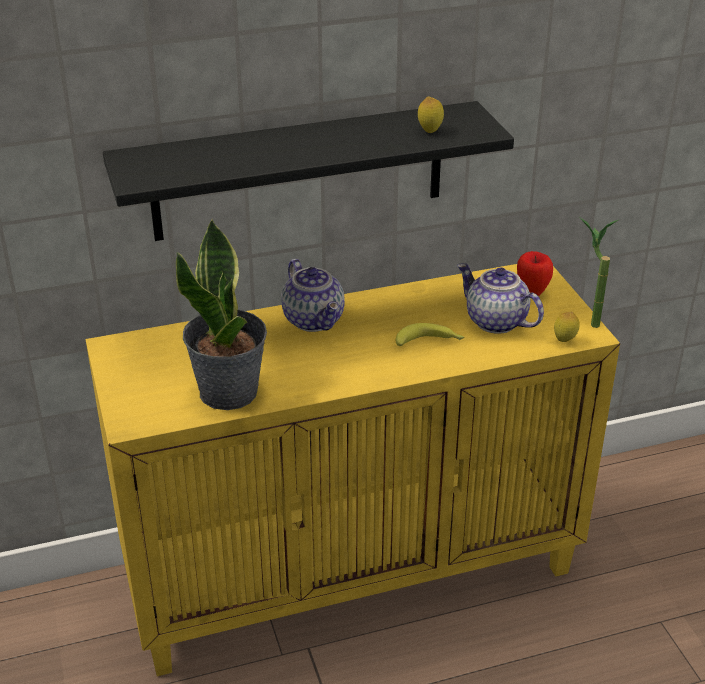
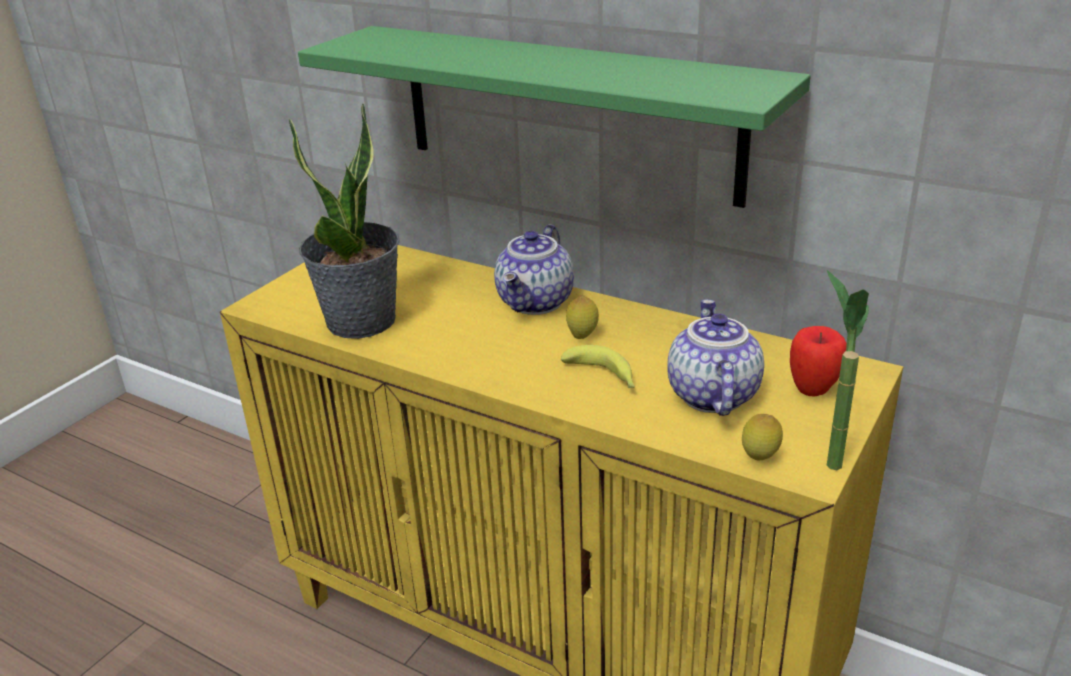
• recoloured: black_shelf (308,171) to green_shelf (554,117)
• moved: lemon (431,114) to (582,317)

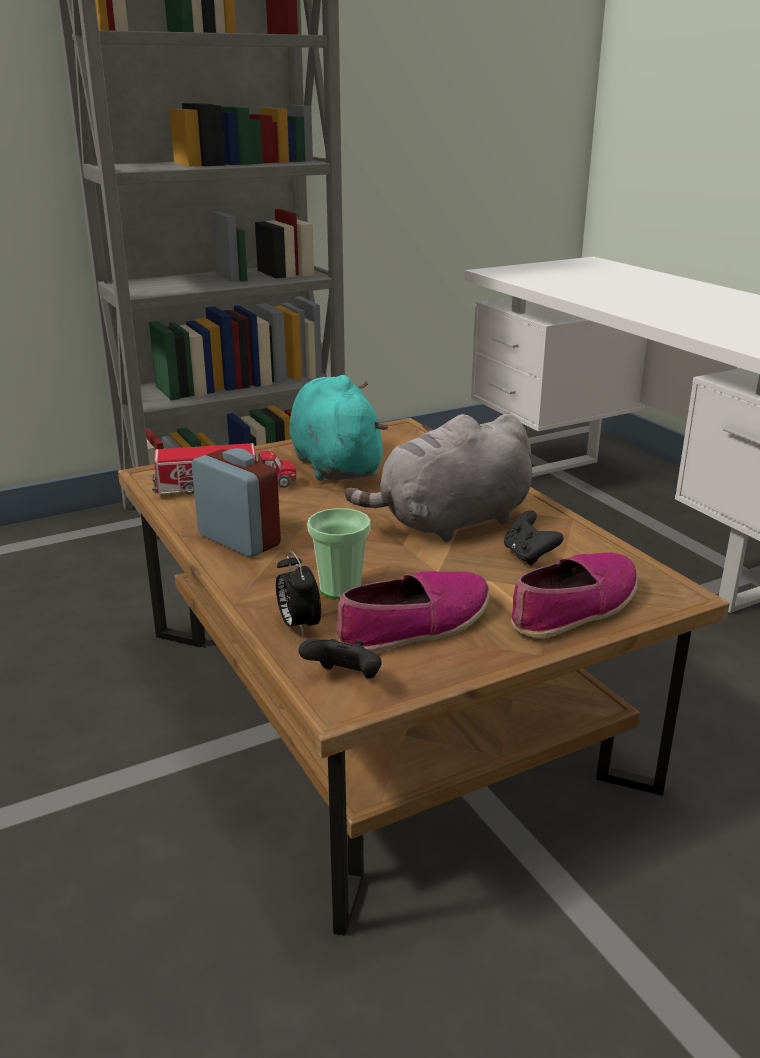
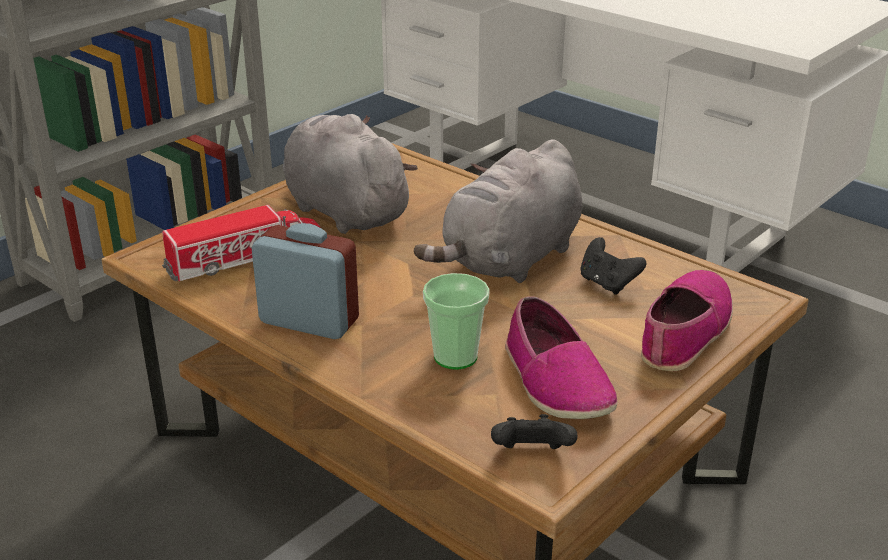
• recoloured: turquoise_plush_toy (338,428) to grey_plush_toy (350,174)
• turned: shoe (412,612) = (561,357) 120 degrees clockwise
• removed: alarm_clock (298,593)

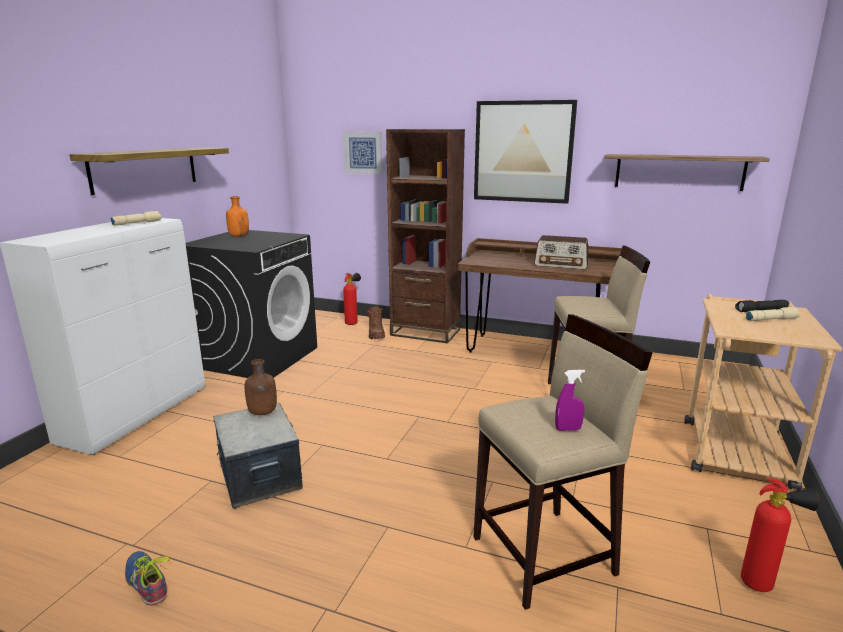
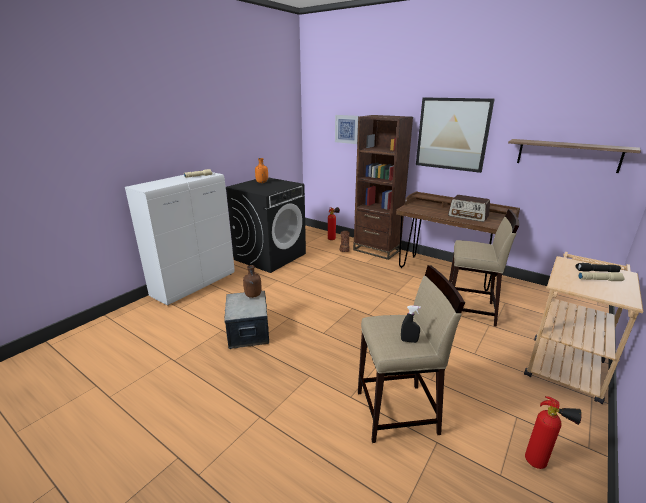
• recoloured: purple_spray_bottle (570,400) to black_spray_bottle (411,324)
• removed: shelf (149,171)
• removed: shoe (147,578)

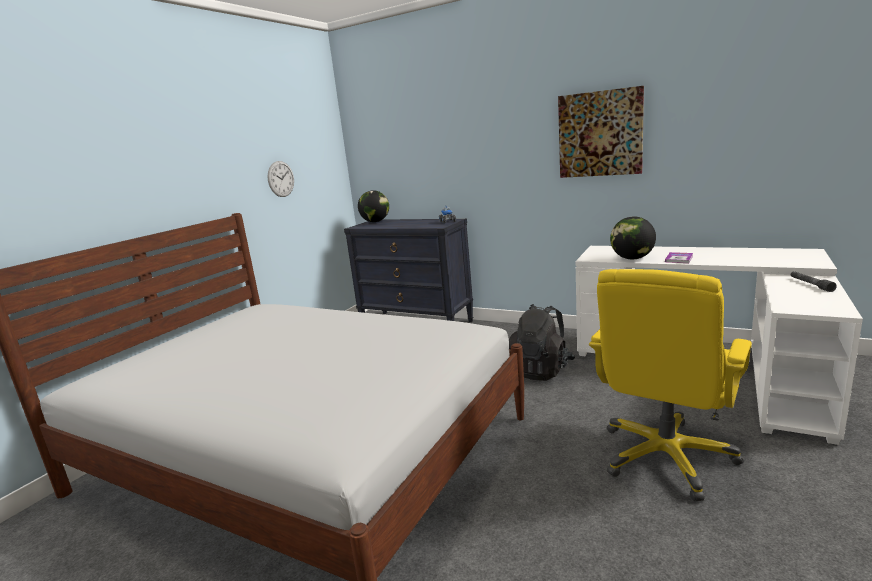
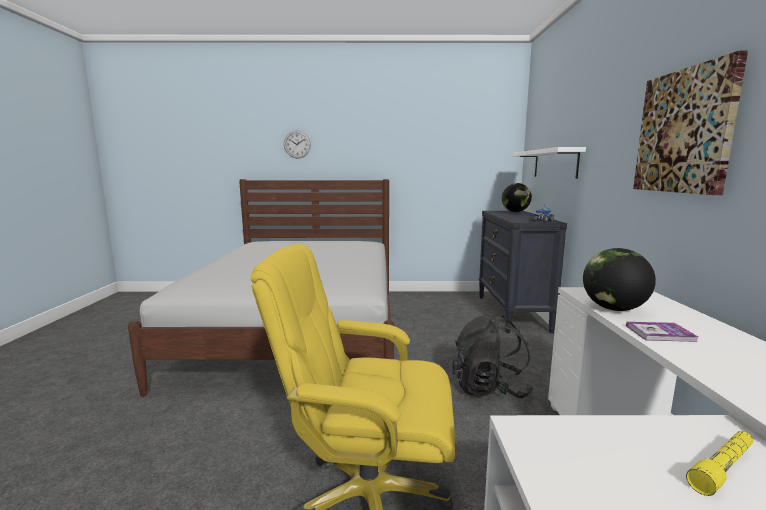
• moved: wall_clock (280,179) to (297,144)
• added: white_shelf (549,163)
• recoloured: grey_flashlight (814,281) to yellow_flashlight (719,463)

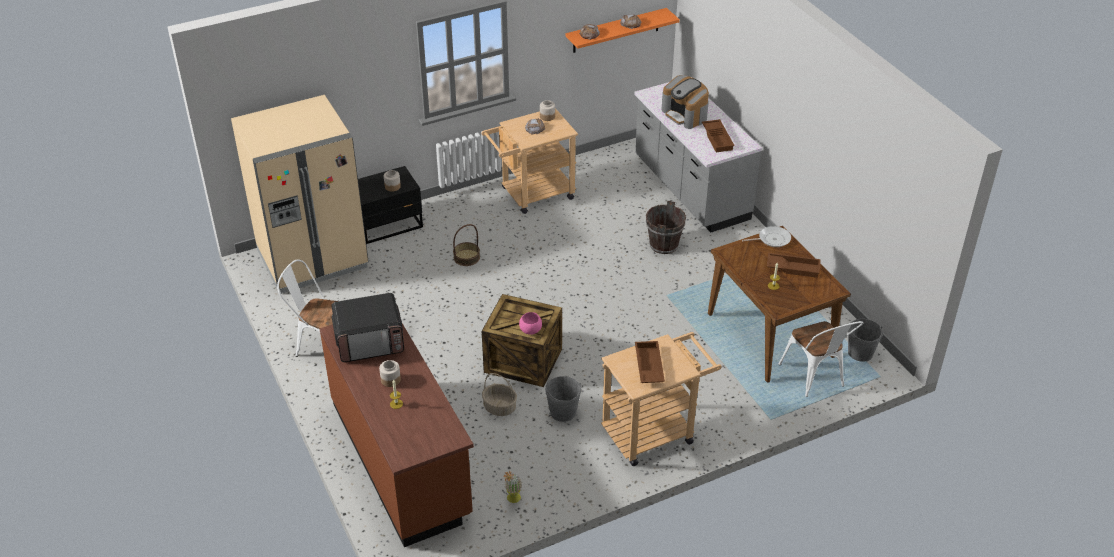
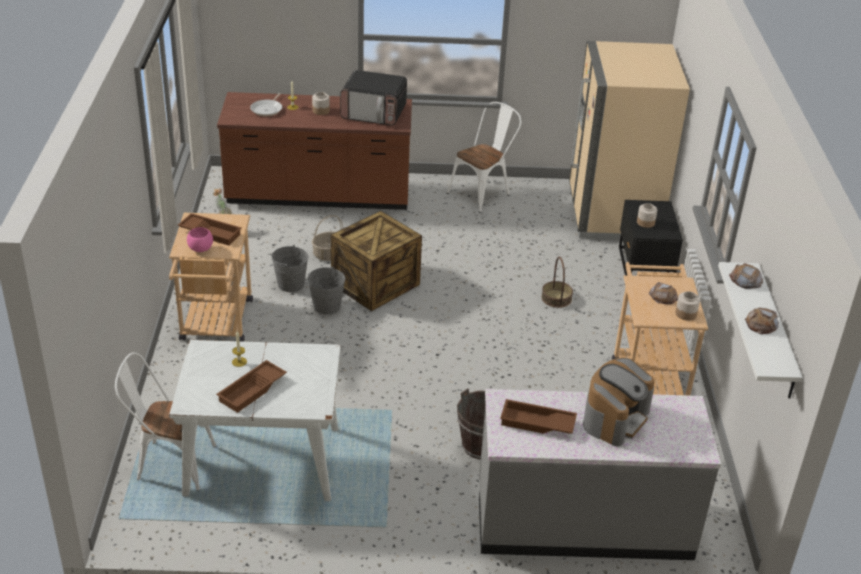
• recoloured: brown_dining_table (779,304) to white_dining_table (255,420)
• moved: pink_bowl (530,323) to (200,239)
• moved: frying_pan (766,236) to (266,104)
• moved: grey_bucket (865,340) to (326,290)
• turned: microwave (367,327) = (373,98) 90 degrees counterclockwise
• turned: coffee_machine (685,102) = (619,401) 135 degrees clockwise
• recoloured: orange_shelf (622,30) to white_shelf (760,330)

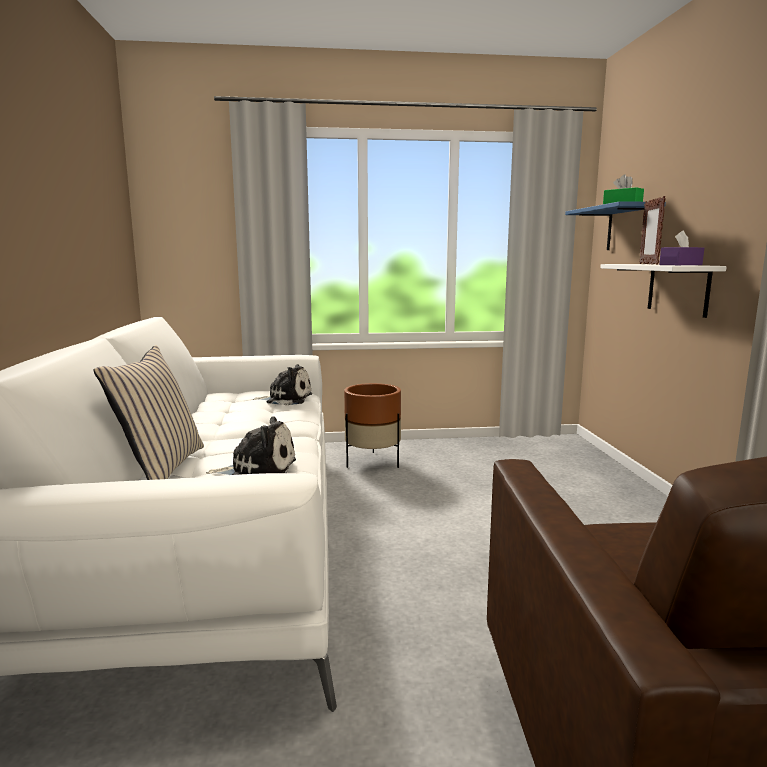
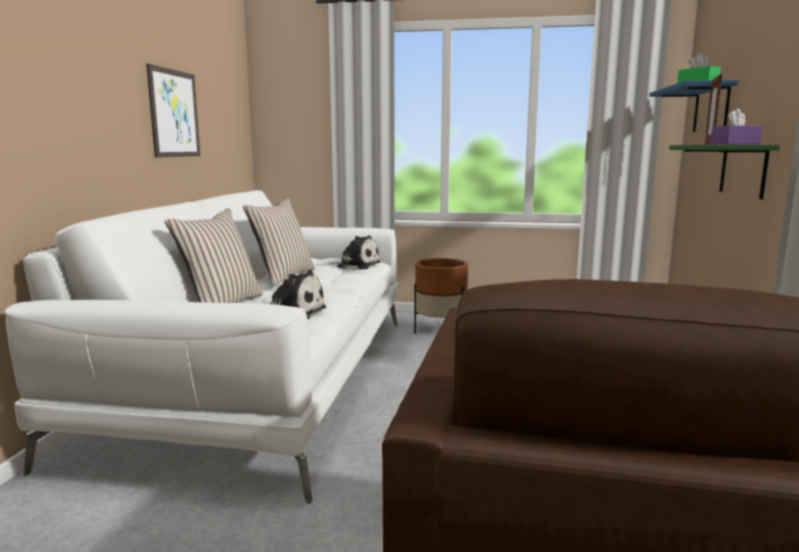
• added: picture (173,110)
• added: beige_pillow (279,242)
• recoloured: white_shelf (663,291) to green_shelf (724,172)

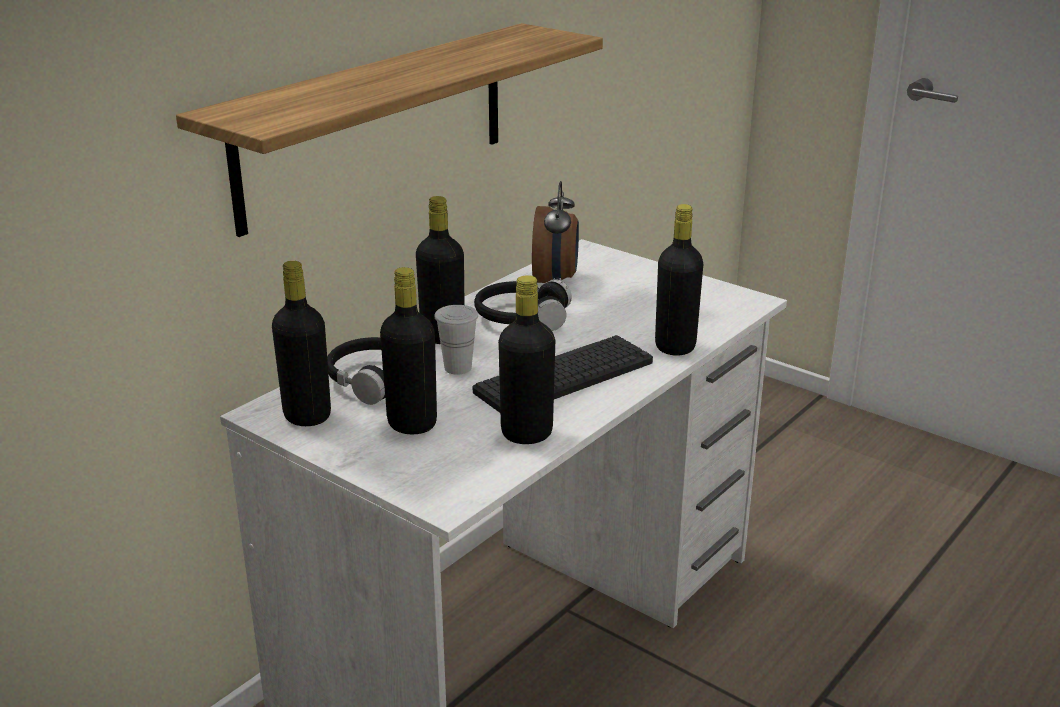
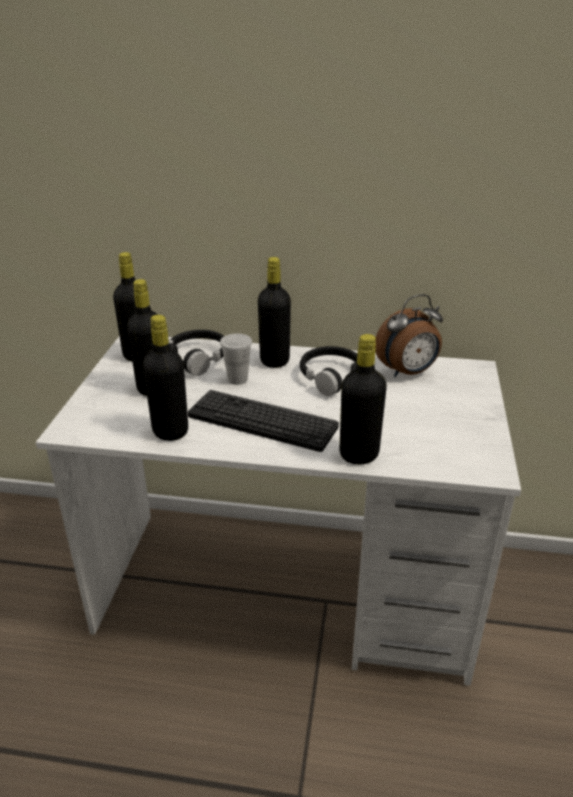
• removed: shelf (389,130)

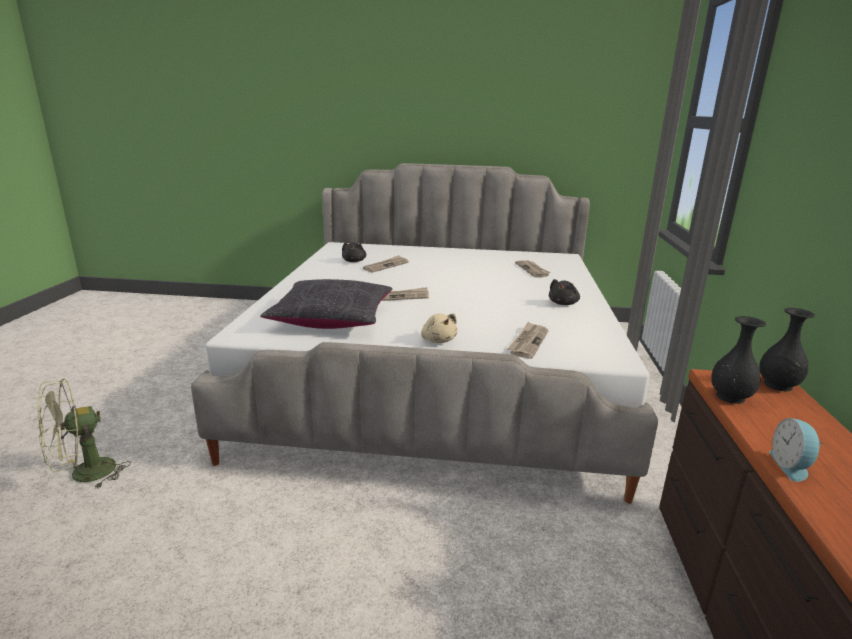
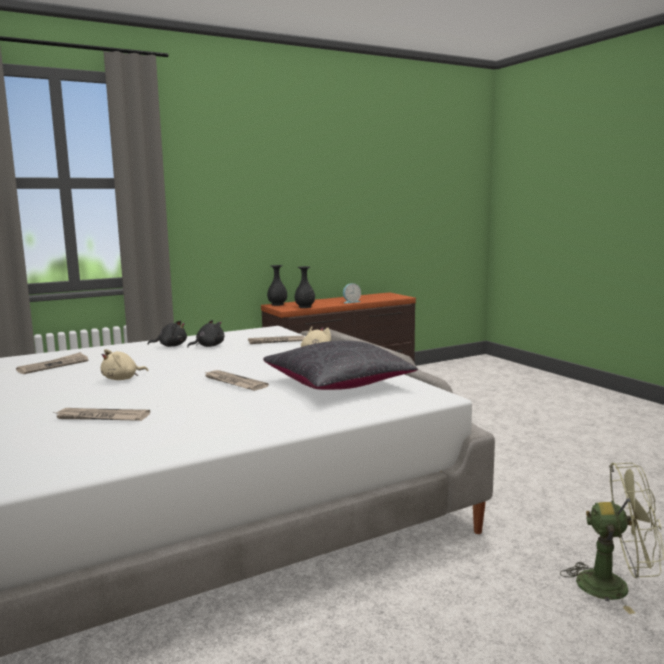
• added: beige_plush_toy (124,364)
• moved: black_plush_toy (354,252) to (205,333)

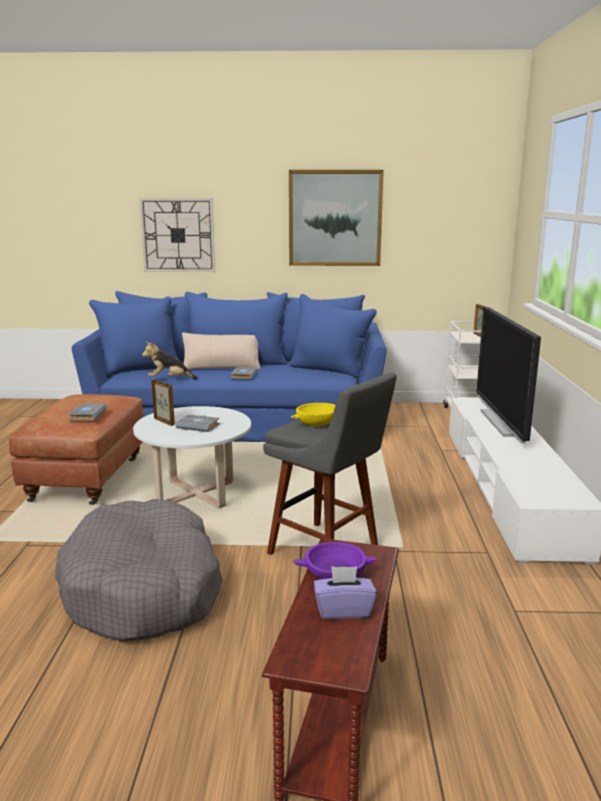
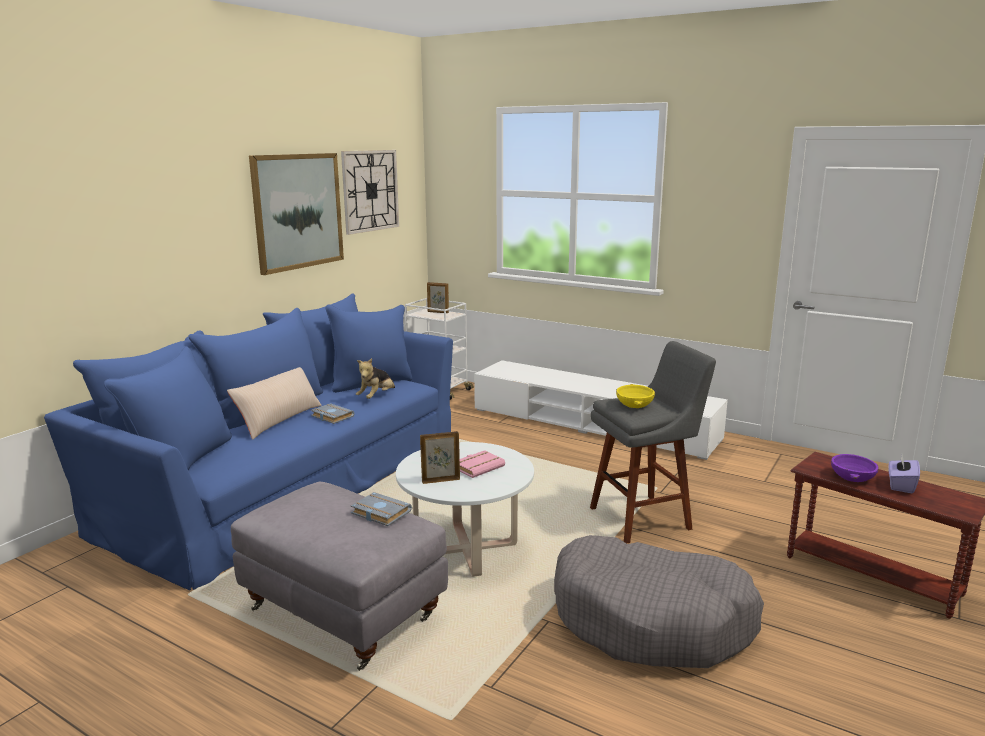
• recoloured: brown_ottoman (76,449) to grey_ottoman (339,576)
• moved: wall_clock (177,235) to (370,192)
• moved: plush_toy (170,360) to (375,378)
• recoloured: grey_book (197,423) to pink_book (482,464)
• removed: television (508,375)

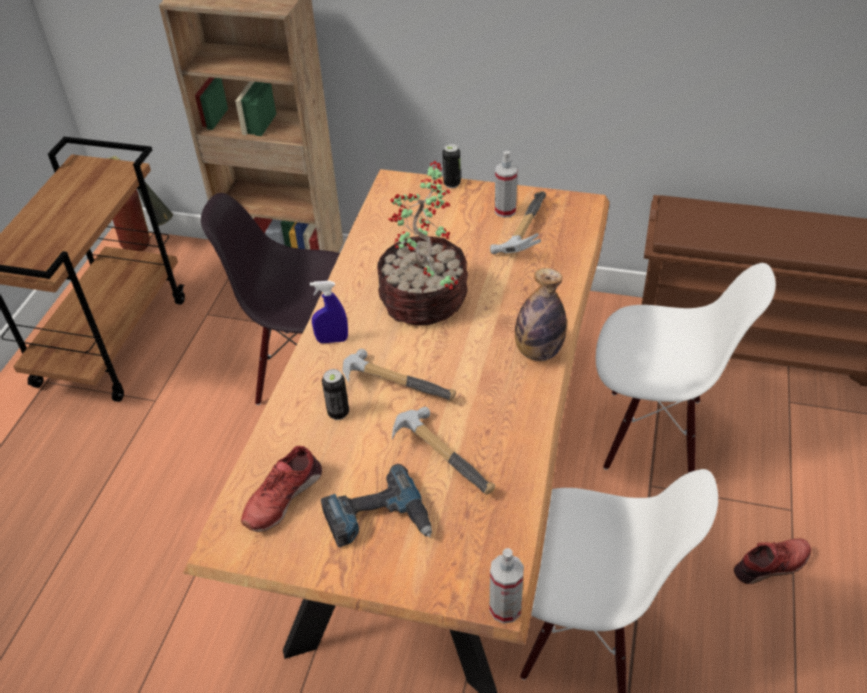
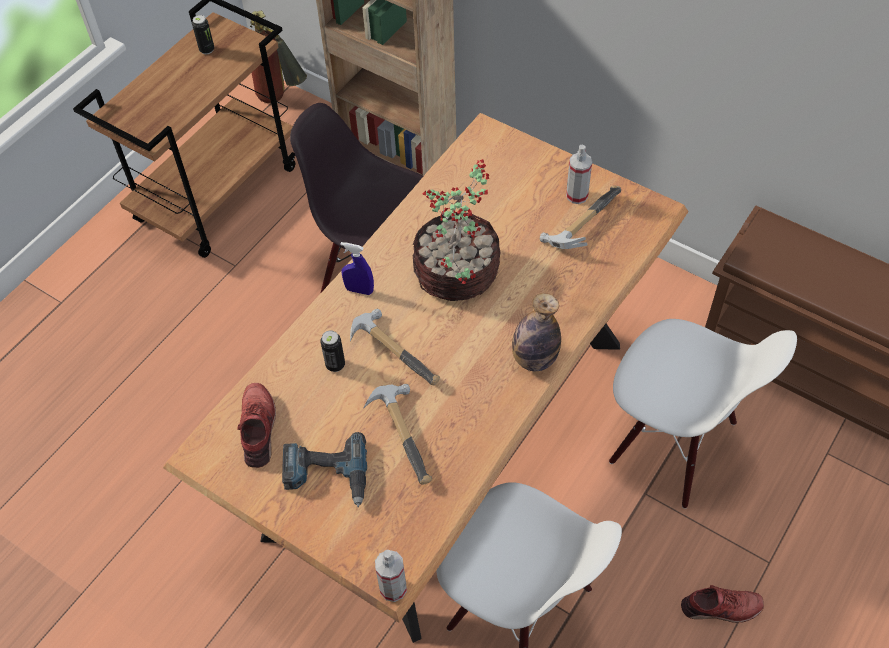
• moved: can (452,166) to (203,34)
• turned: red_shoe (281,489) = (256,425) 120 degrees clockwise

